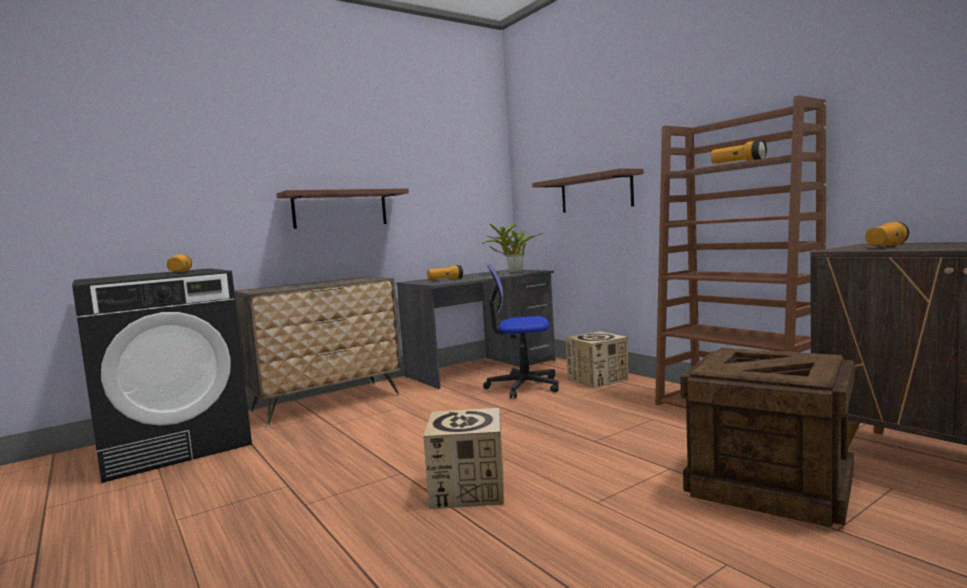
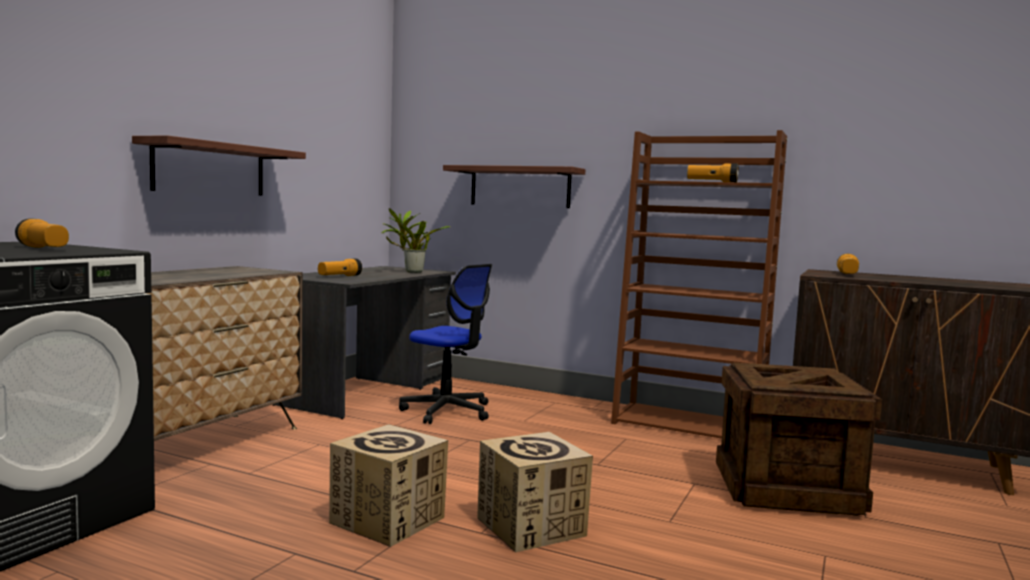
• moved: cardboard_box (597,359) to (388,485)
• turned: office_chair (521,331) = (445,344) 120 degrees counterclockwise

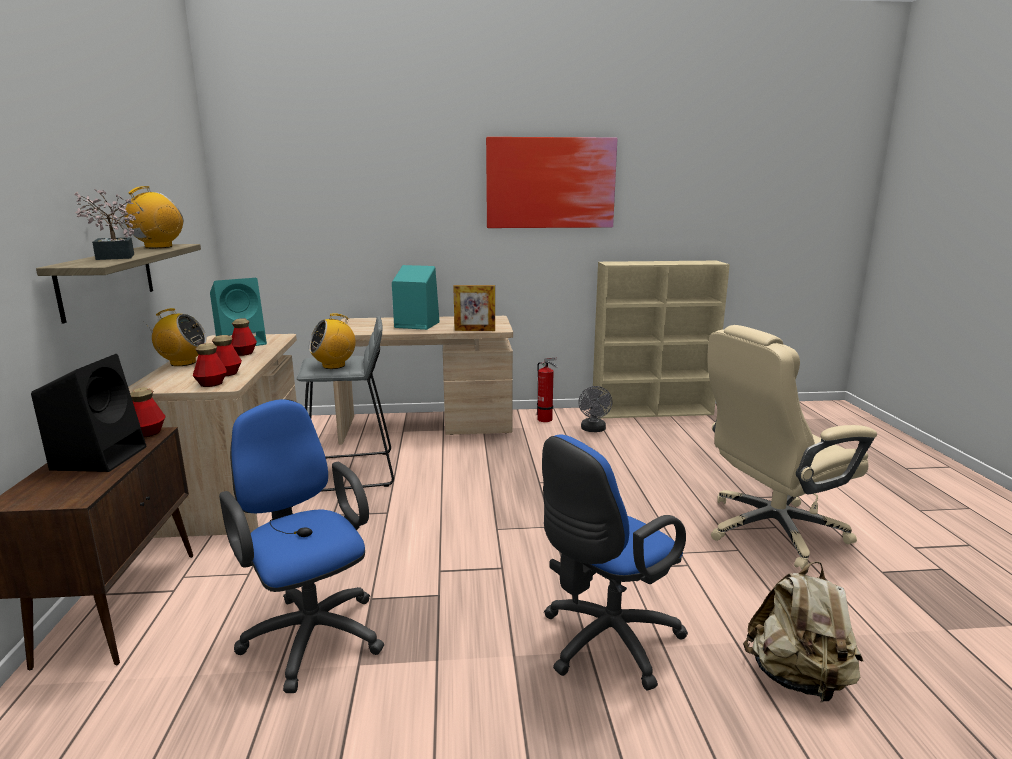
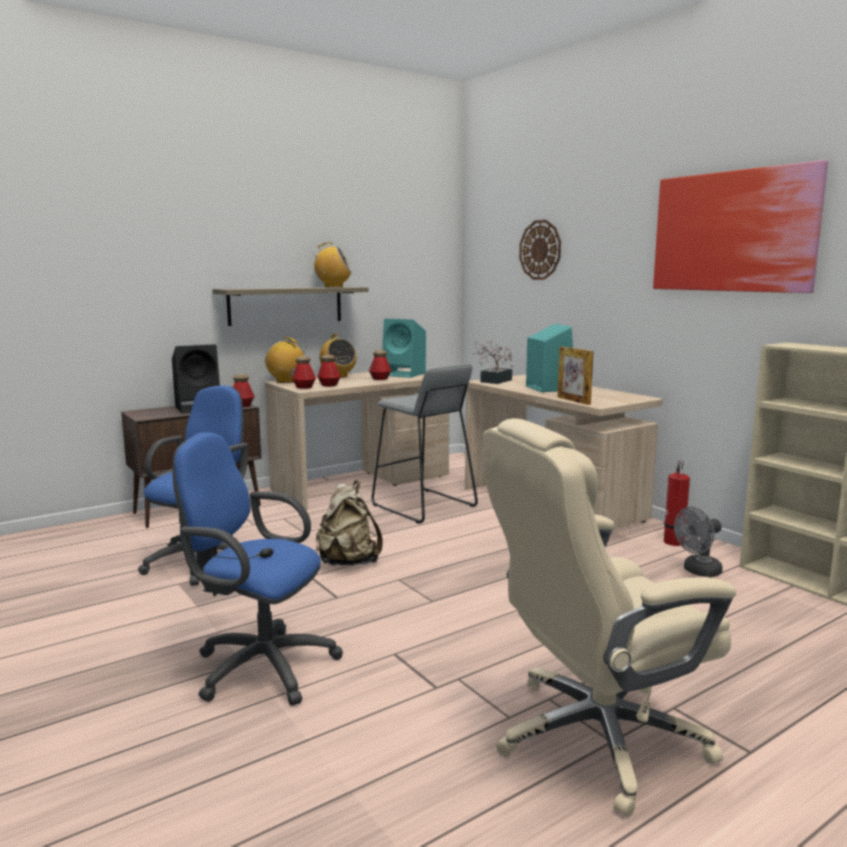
• moved: radio (332,341) to (286,360)
• moved: beige_backpack (803,632) to (349,522)
• moved: potted_plant (107,224) to (493,362)
• turned: beige_office_chair (792,447) = (609,617) 60 degrees counterclockwise
• added: wall_clock (540,250)

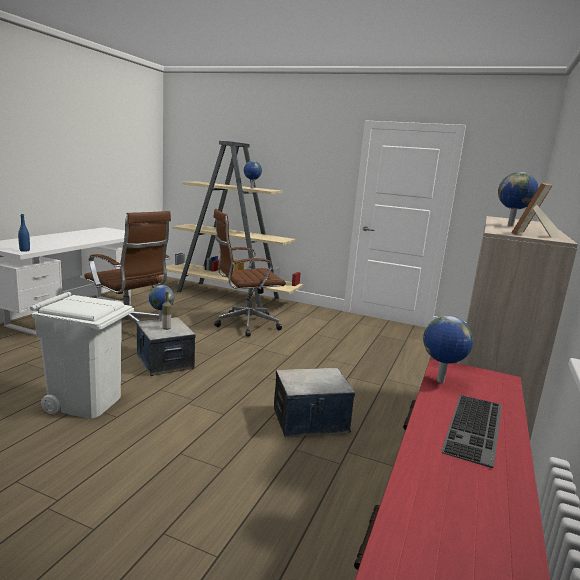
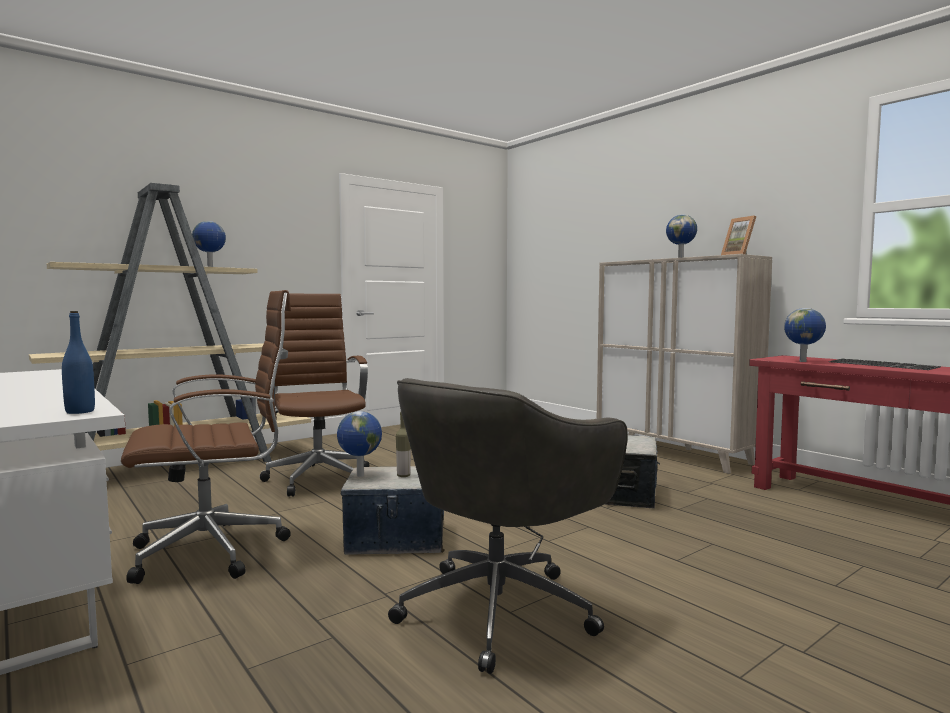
• turned: brown_office_chair (249,273) = (314,395) 150 degrees clockwise
• replaced: white_trash_can (82,355) to grey_office_chair (508,526)

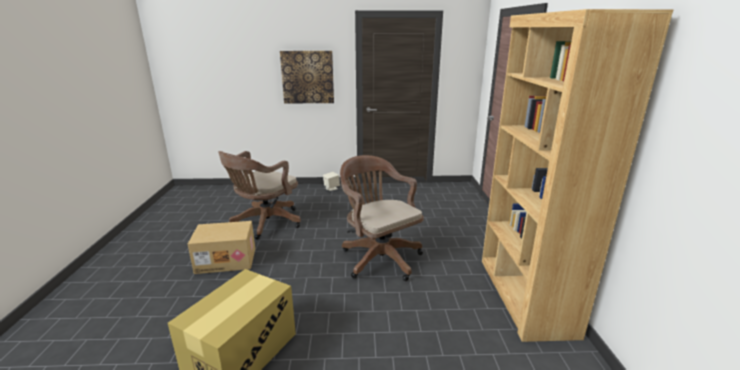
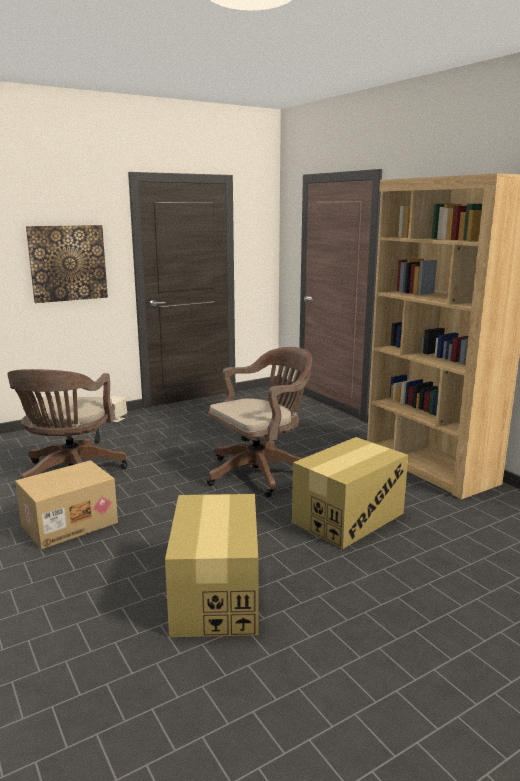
• turned: brown_office_chair (382,218) = (259,422) 120 degrees clockwise
• added: cardboard_box (350,493)

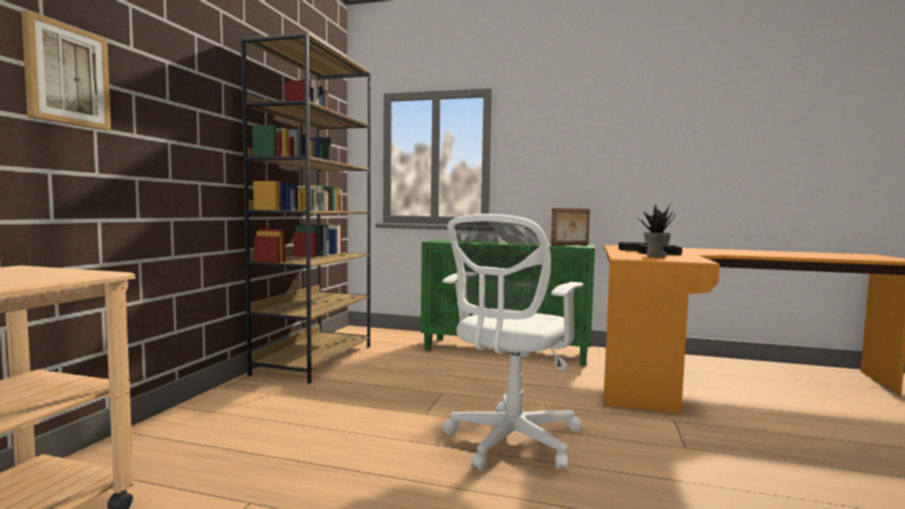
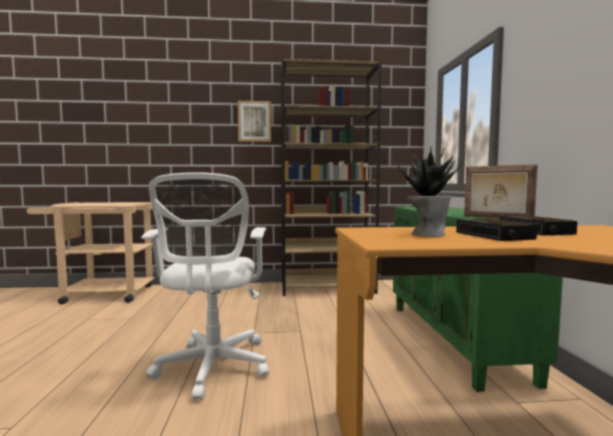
• turned: white_office_chair (512,342) = (205,286) 105 degrees counterclockwise
• moved: picture (66,70) to (254,121)

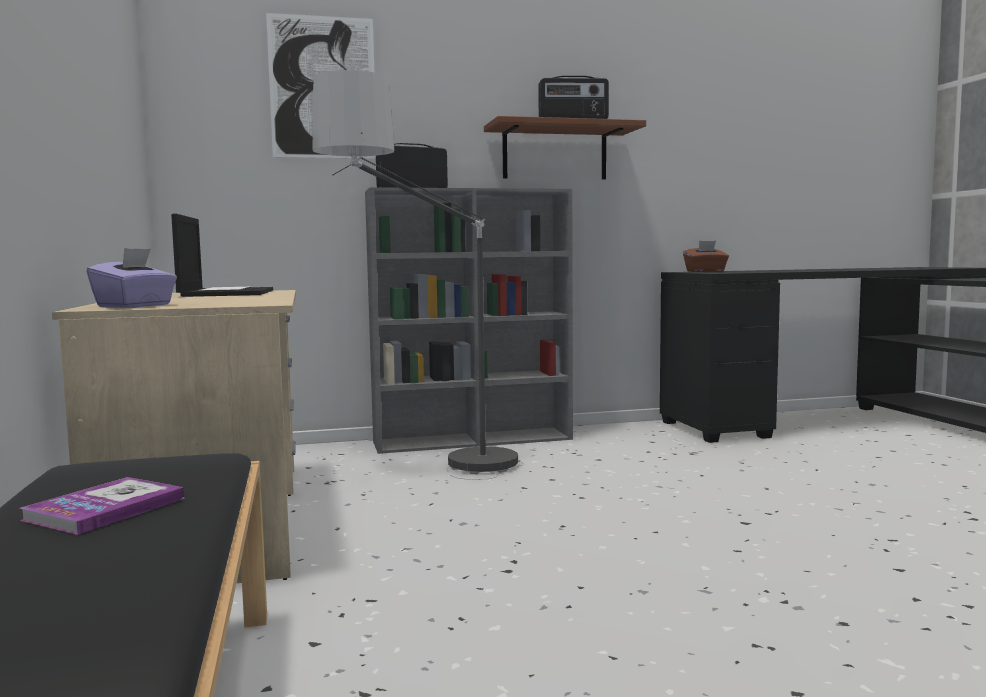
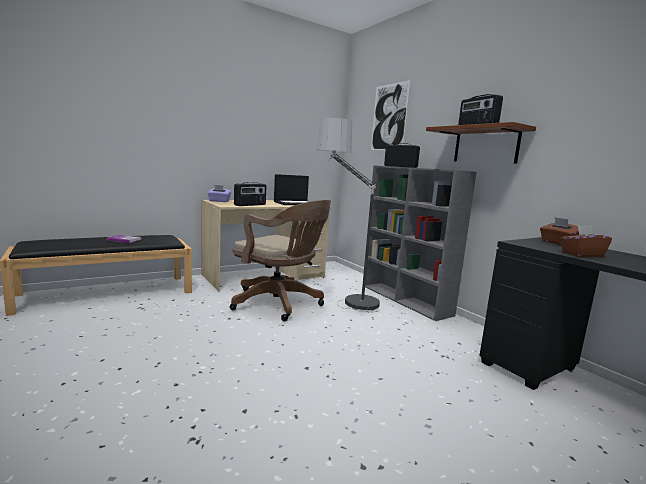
• added: brown_office_chair (280,260)
• added: radio (250,194)
• added: brown_tissue_box (586,241)

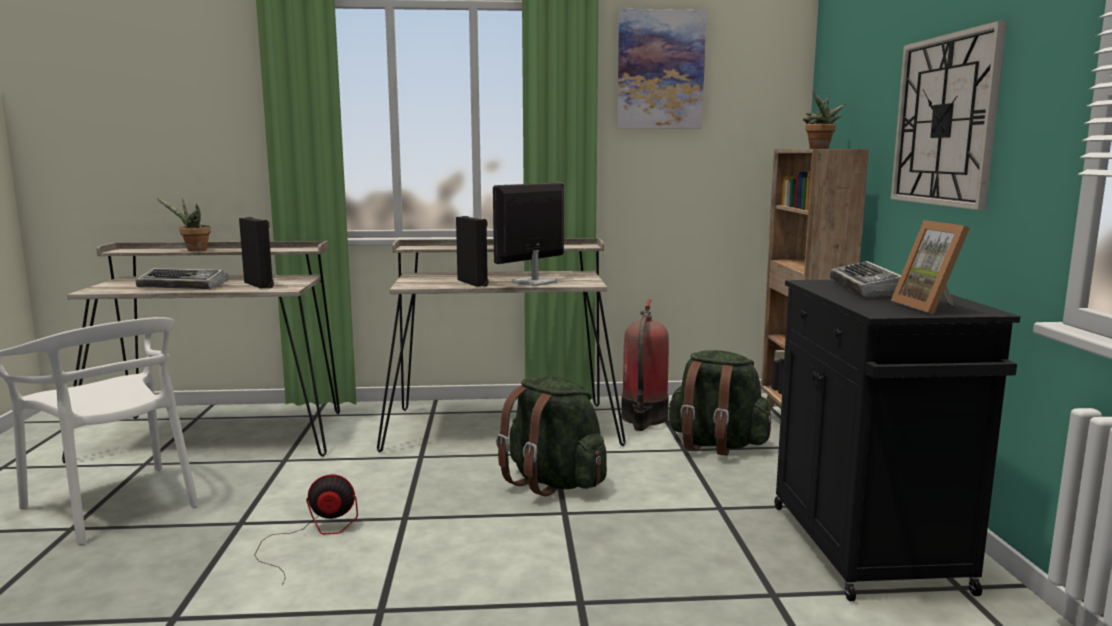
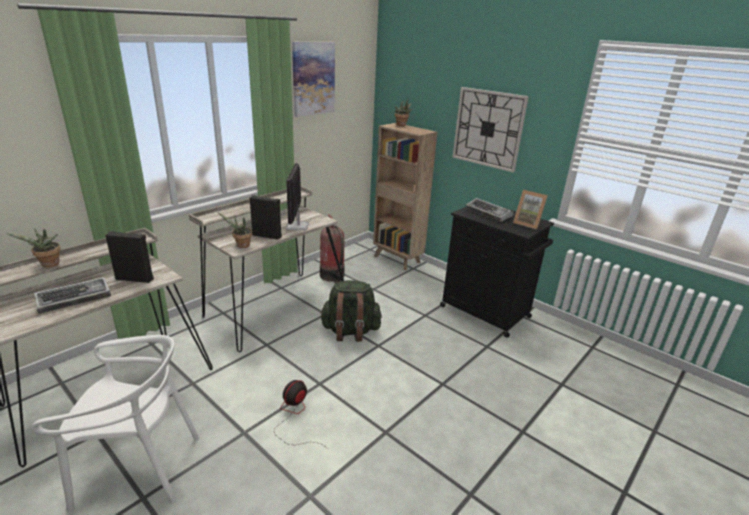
• added: potted_plant (235,230)
• removed: green_backpack (719,403)

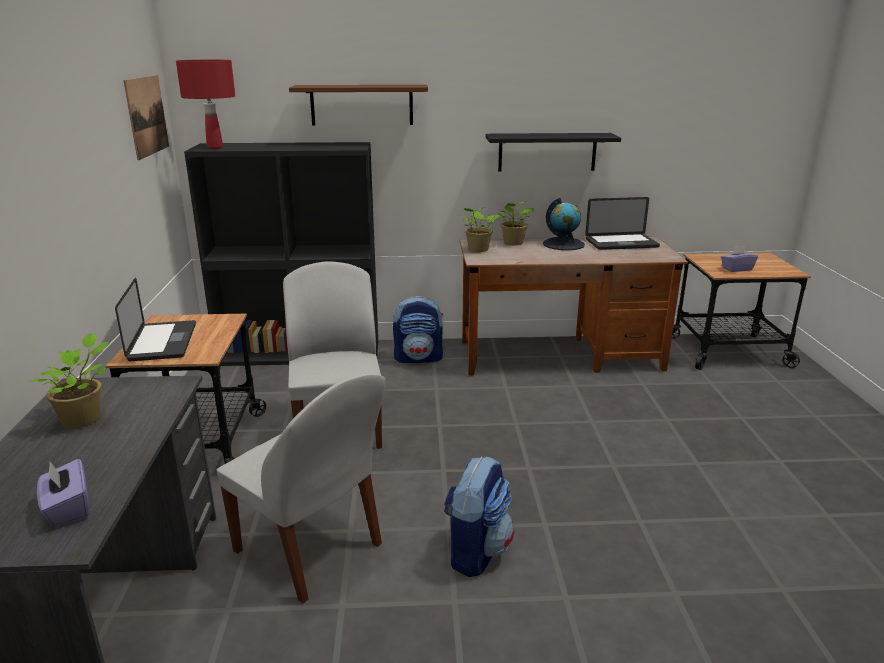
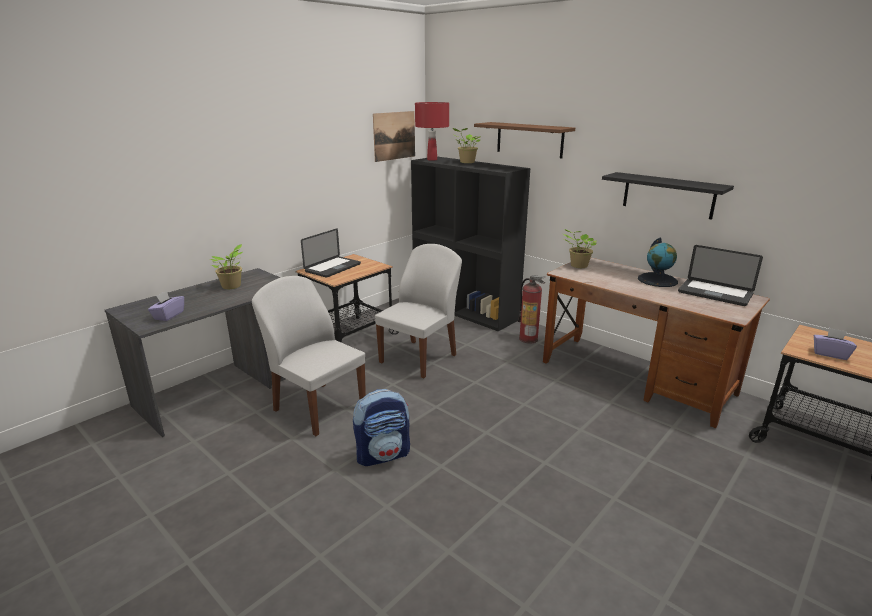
• turned: white_chair (301,488) = (309,356) 135 degrees clockwise
• moved: potted_plant (516,223) to (466,145)
• replaced: backpack (418,329) to fire_extinguisher (531,309)

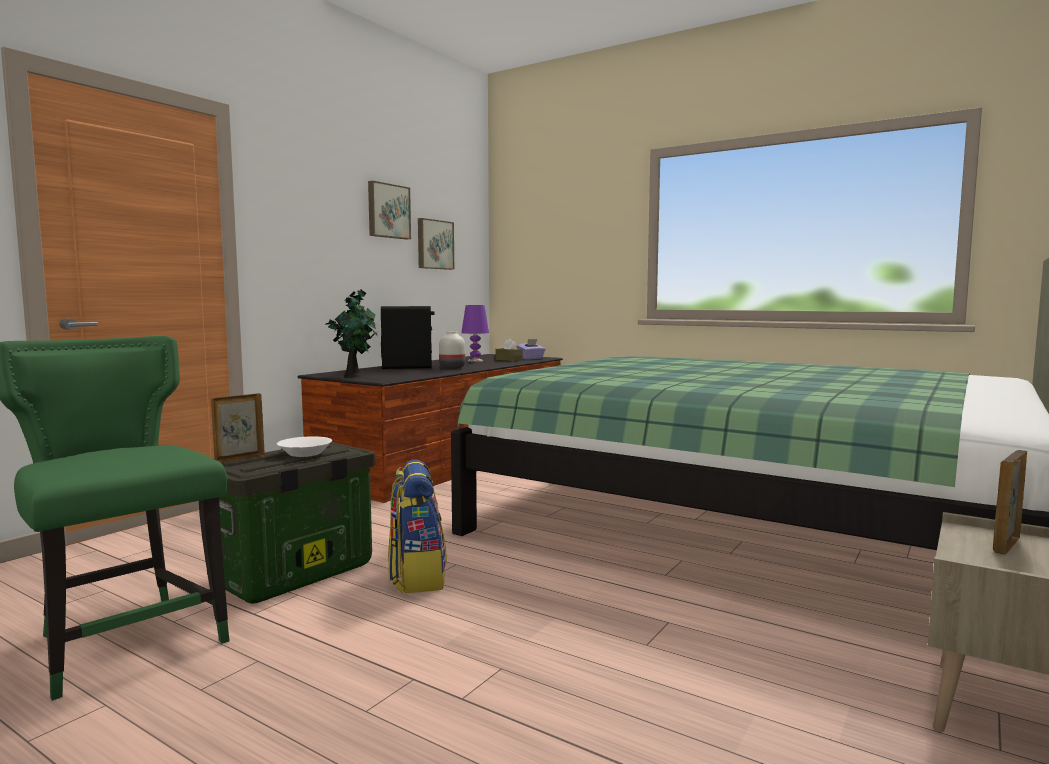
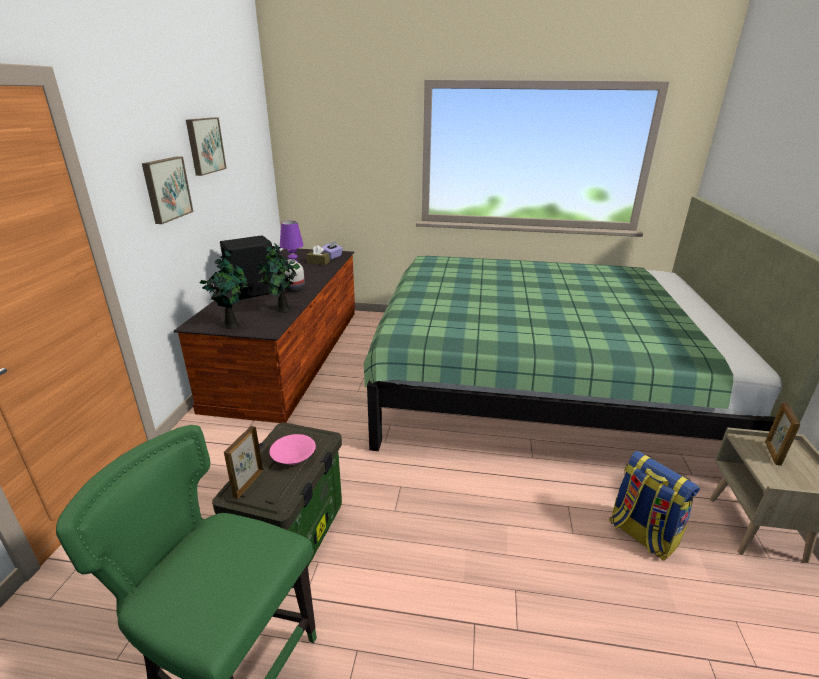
• moved: picture (436,244) to (167,190)
• added: potted_plant (278,277)
• recoloured: white_bowl (304,446) to pink_bowl (293,449)
• moved: backpack (417,526) to (654,506)

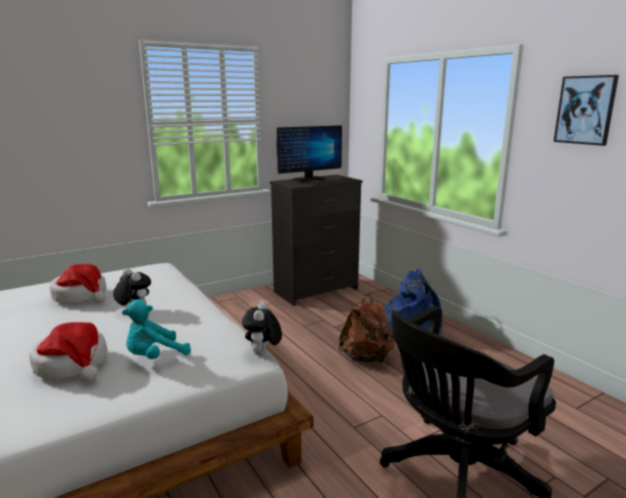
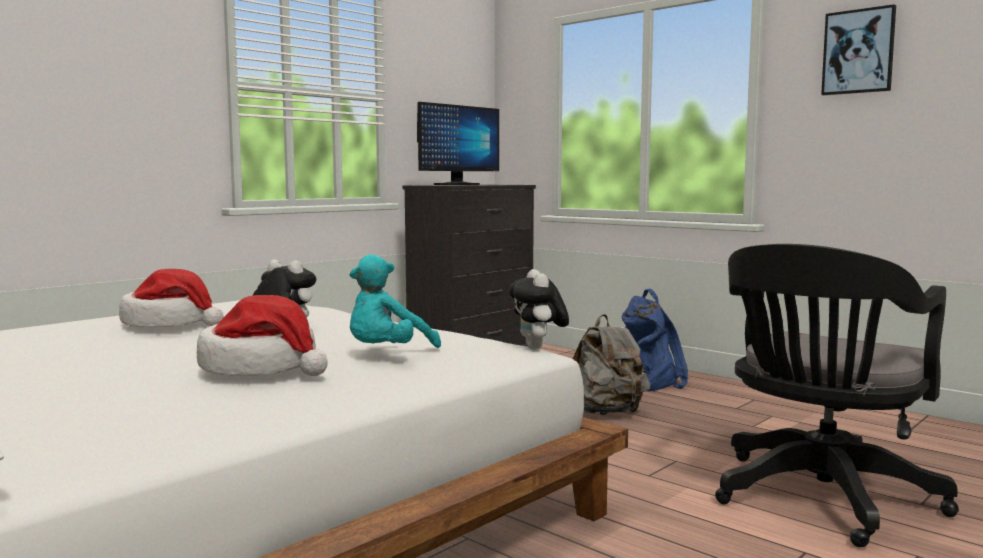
• recoloured: brown_backpack (366,328) to grey_backpack (612,364)

